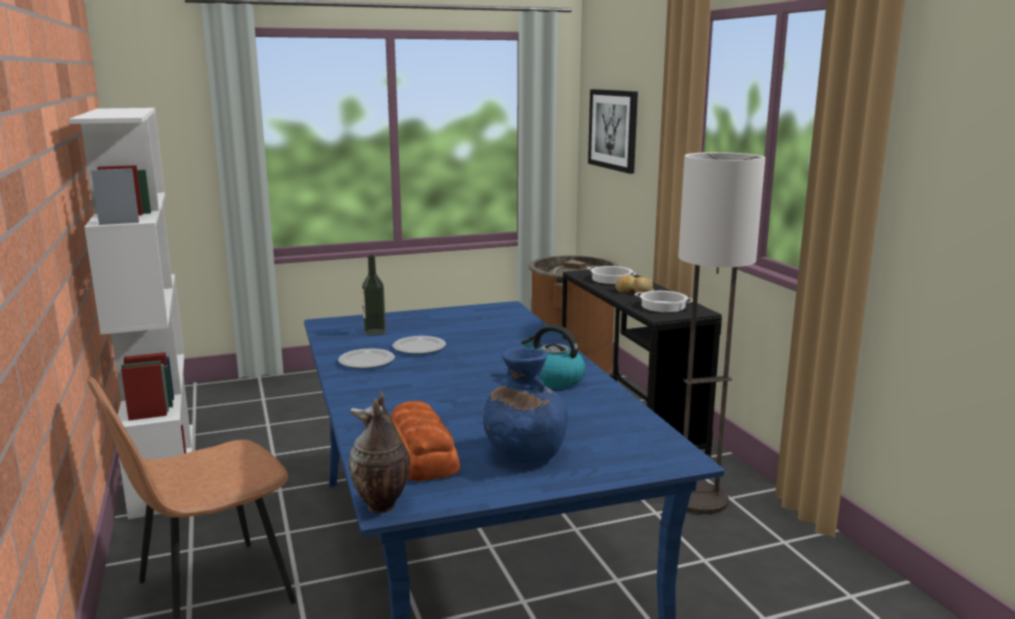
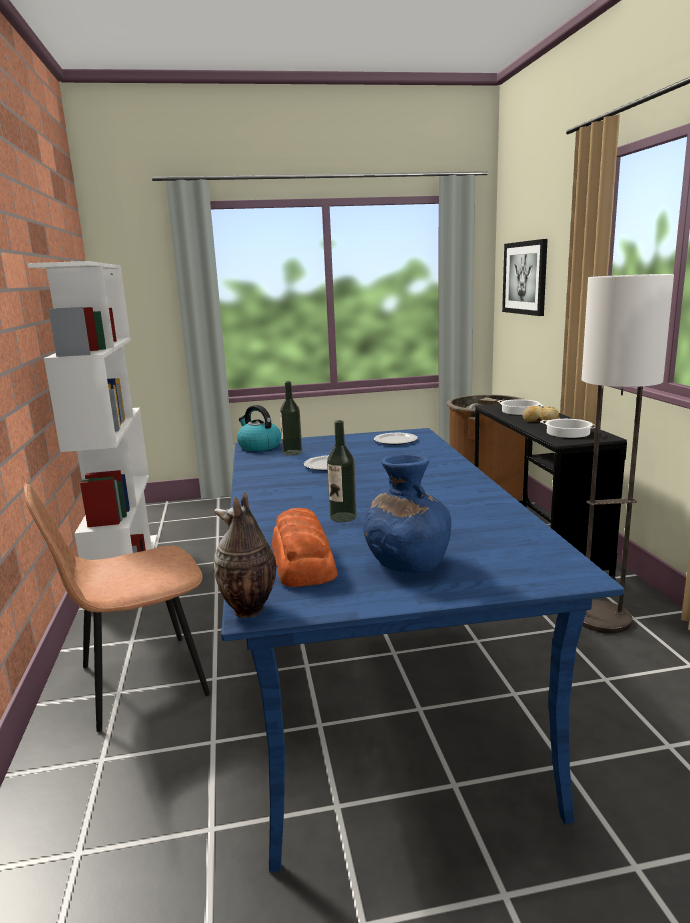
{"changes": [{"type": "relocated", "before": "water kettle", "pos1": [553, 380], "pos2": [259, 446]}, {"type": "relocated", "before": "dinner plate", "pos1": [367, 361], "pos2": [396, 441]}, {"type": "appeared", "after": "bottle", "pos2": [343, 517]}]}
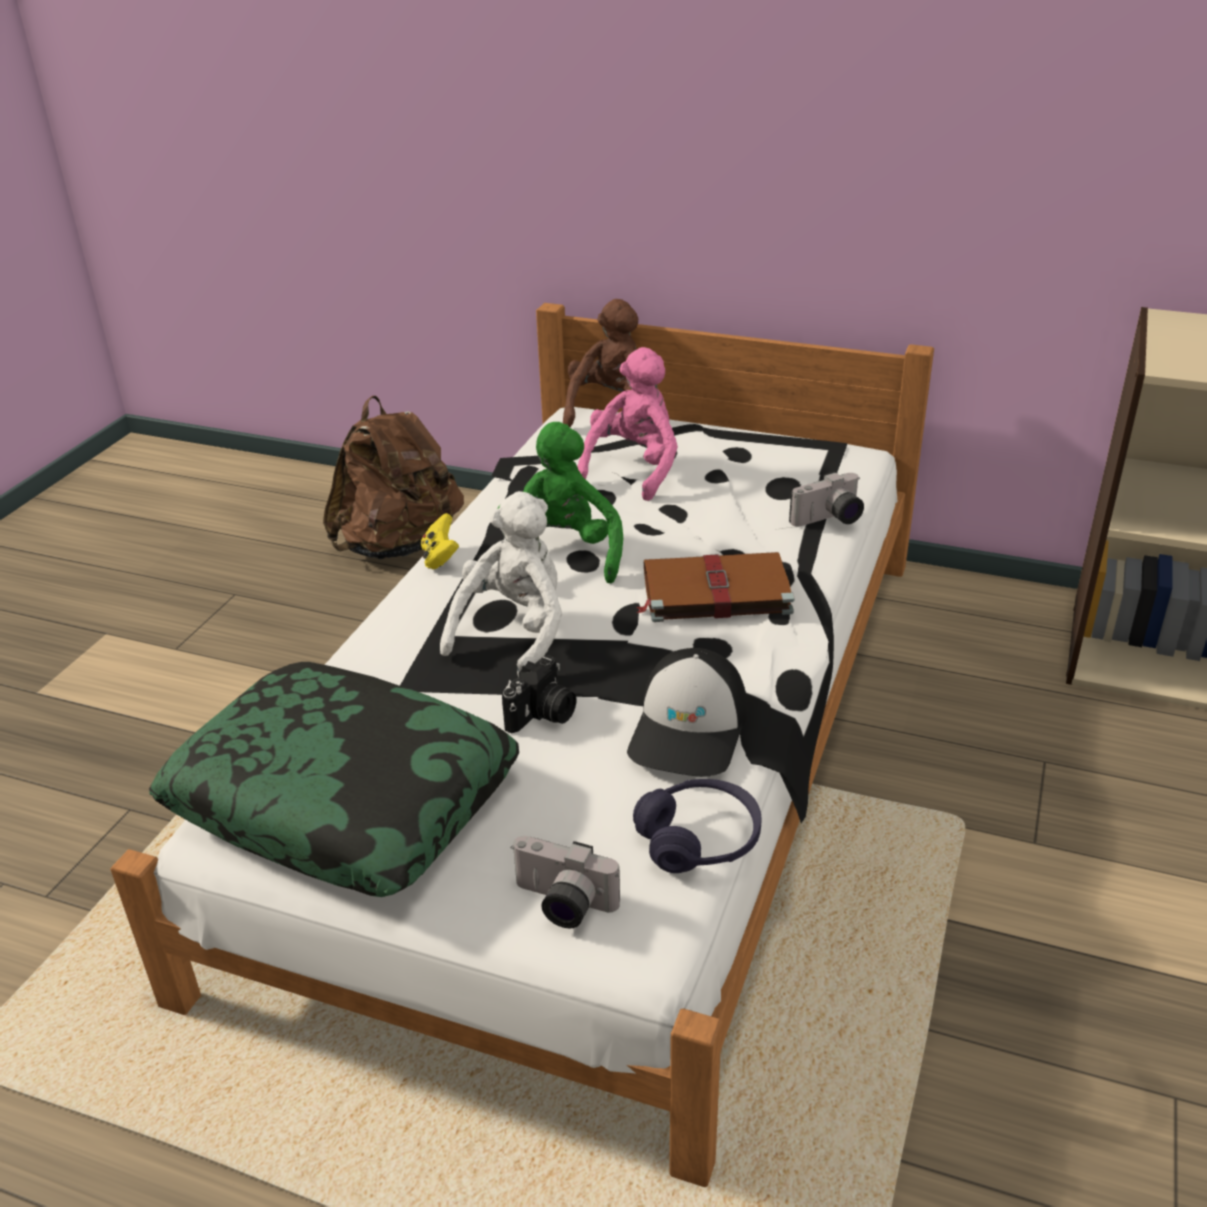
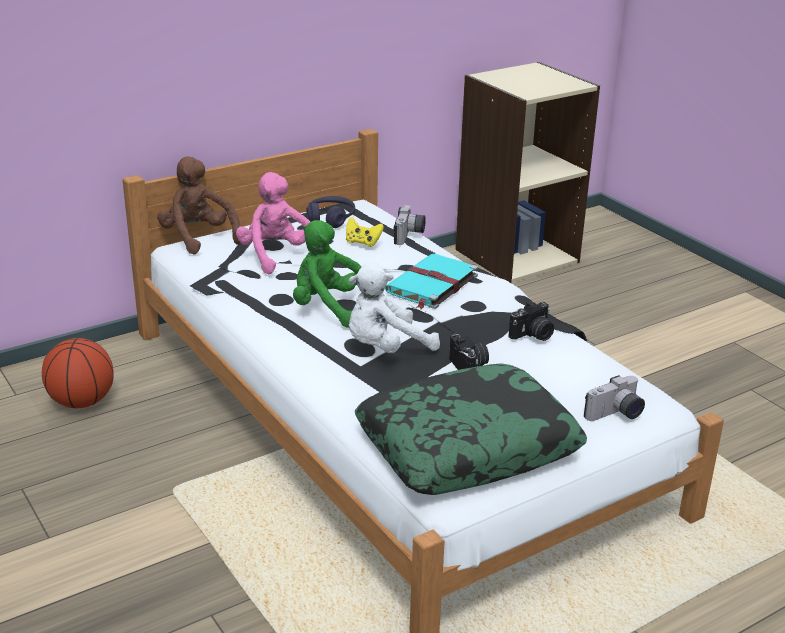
{"changes": [{"type": "exchanged", "before": "rucksack (brown)", "after": "ball for basketball", "pos1": [400, 546], "pos2": [82, 402]}, {"type": "spun", "before": "soft toy (white)", "pos1": [514, 633], "pos2": [386, 348], "turn": -90}, {"type": "relocated", "before": "gamepad (yellow-coloured)", "pos1": [440, 558], "pos2": [363, 242]}, {"type": "colour", "before": "bound book (brown)", "after": "bound book (turquoise)", "pos1": [713, 591], "pos2": [431, 285]}, {"type": "exchanged", "before": "cap", "after": "still camera", "pos1": [690, 729], "pos2": [533, 335]}, {"type": "relocated", "before": "pair of headphones (purple-coloured)", "pos1": [699, 840], "pos2": [330, 219]}]}
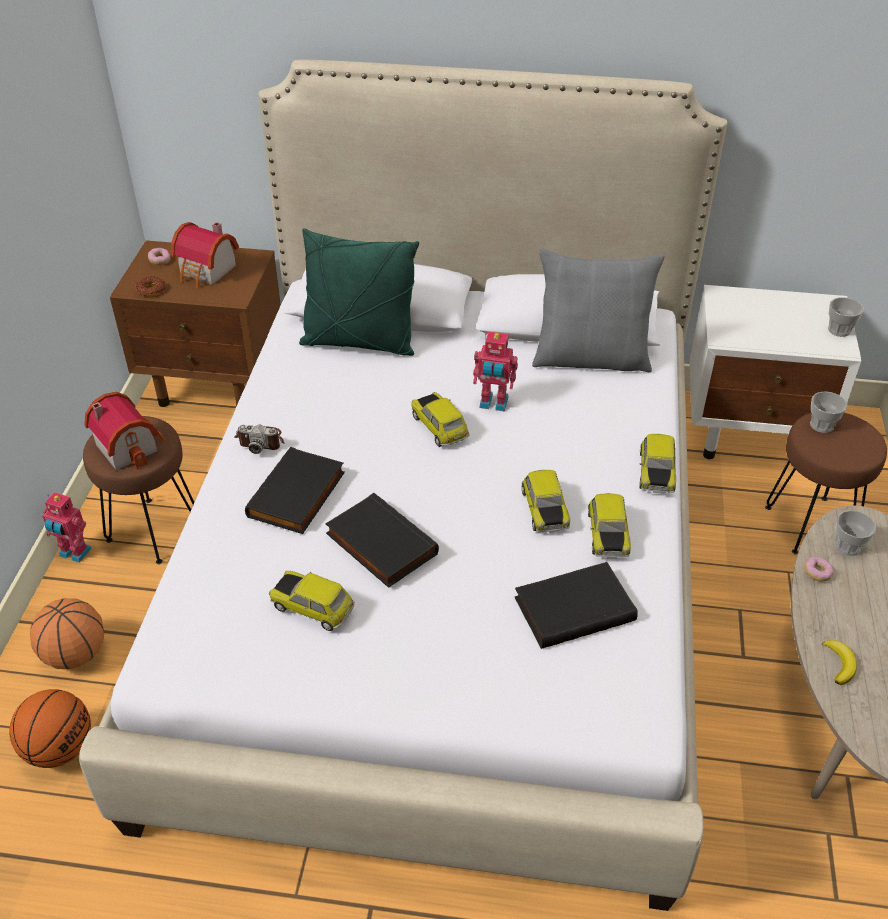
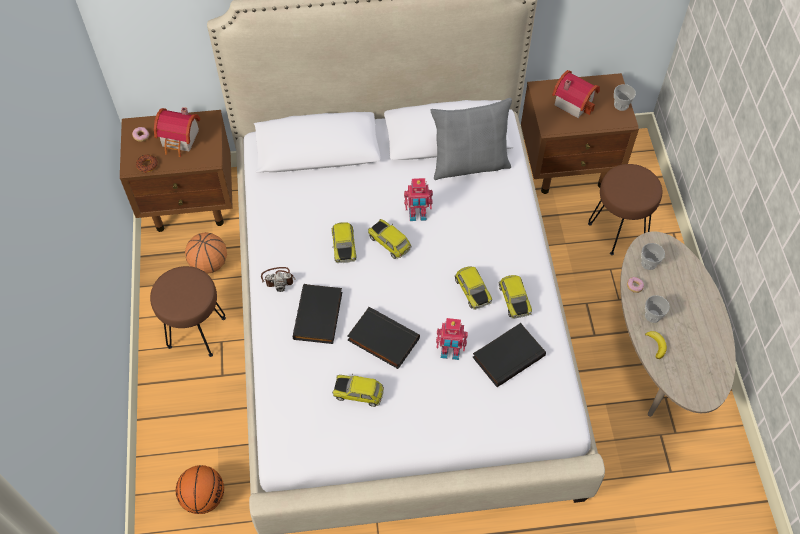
{"changes": [{"type": "missing", "before": "throw pillow (greenish)", "pos1": [359, 342]}, {"type": "colour", "before": "night table (white)", "after": "night table (brown)", "pos1": [751, 433], "pos2": [568, 166]}, {"type": "relocated", "before": "small cup", "pos1": [821, 425], "pos2": [652, 315]}, {"type": "relocated", "before": "model house", "pos1": [130, 445], "pos2": [574, 101]}, {"type": "relocated", "before": "model car", "pos1": [655, 472], "pos2": [343, 246]}, {"type": "relocated", "before": "robot figure", "pos1": [74, 553], "pos2": [450, 353]}, {"type": "relocated", "before": "ball for basketball", "pos1": [75, 654], "pos2": [209, 264]}]}
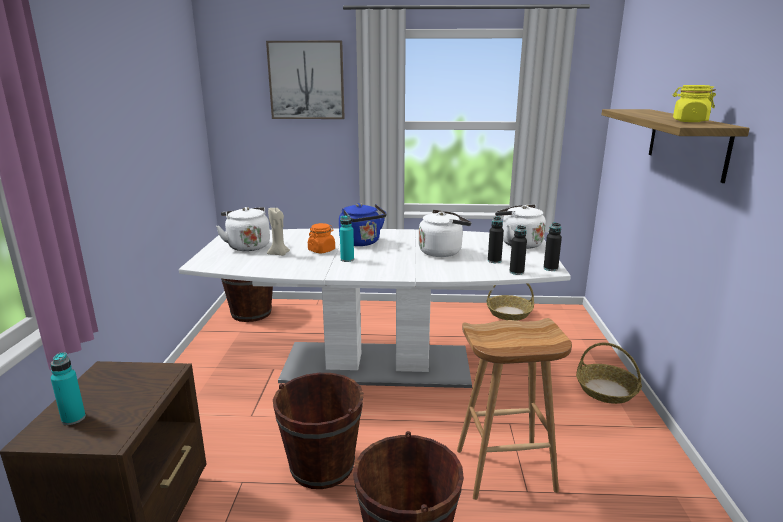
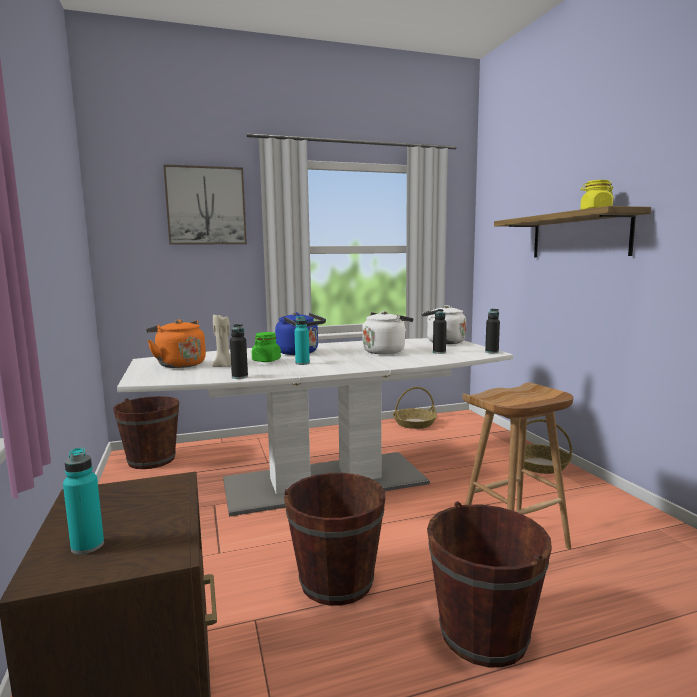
{"changes": [{"type": "colour", "before": "water kettle (white)", "after": "water kettle (orange-coloured)", "pos1": [247, 246], "pos2": [179, 364]}, {"type": "colour", "before": "storage jar (orange-coloured)", "after": "storage jar (greenish)", "pos1": [321, 250], "pos2": [266, 360]}, {"type": "relocated", "before": "bottle (black)", "pos1": [516, 272], "pos2": [240, 377]}]}
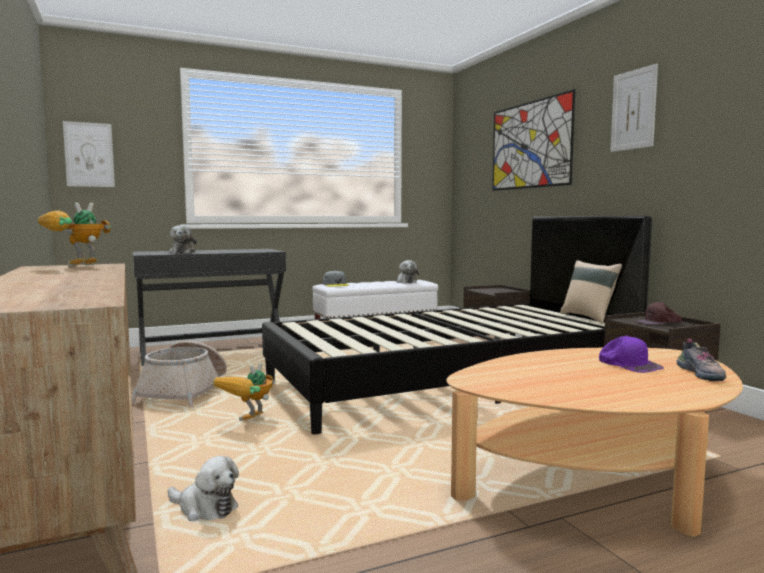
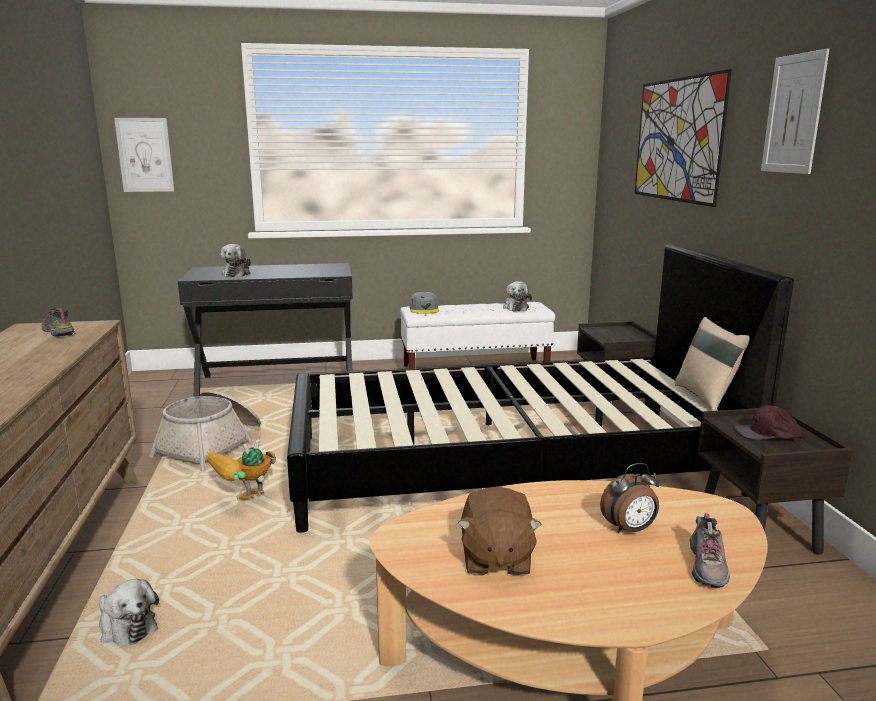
{"changes": [{"type": "exchanged", "before": "robot figure", "after": "item of footwear", "pos1": [75, 267], "pos2": [57, 331]}, {"type": "exchanged", "before": "cap (purple-coloured)", "after": "alarm clock", "pos1": [629, 365], "pos2": [629, 530]}, {"type": "appeared", "after": "soft toy (brown)", "pos2": [495, 559]}]}
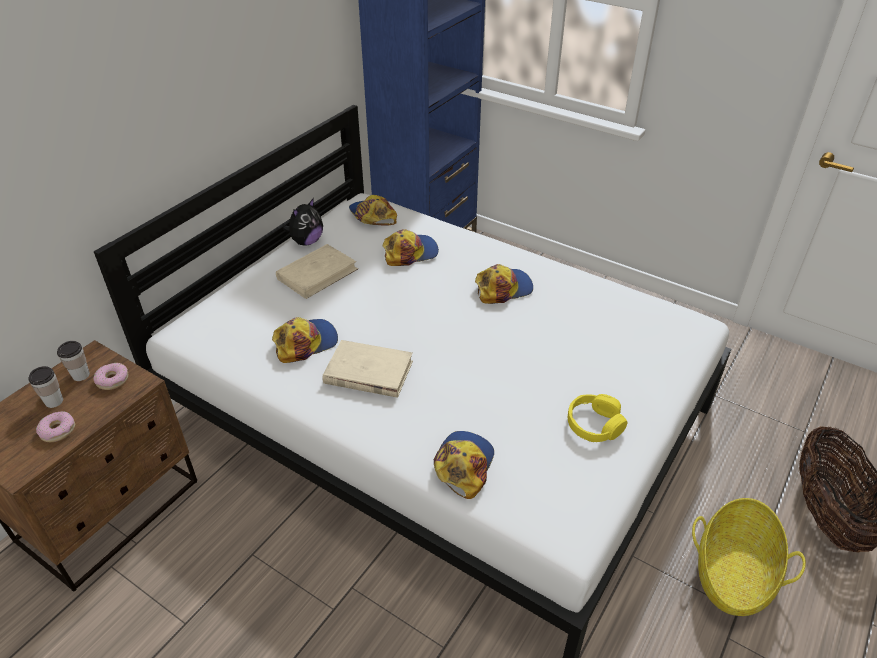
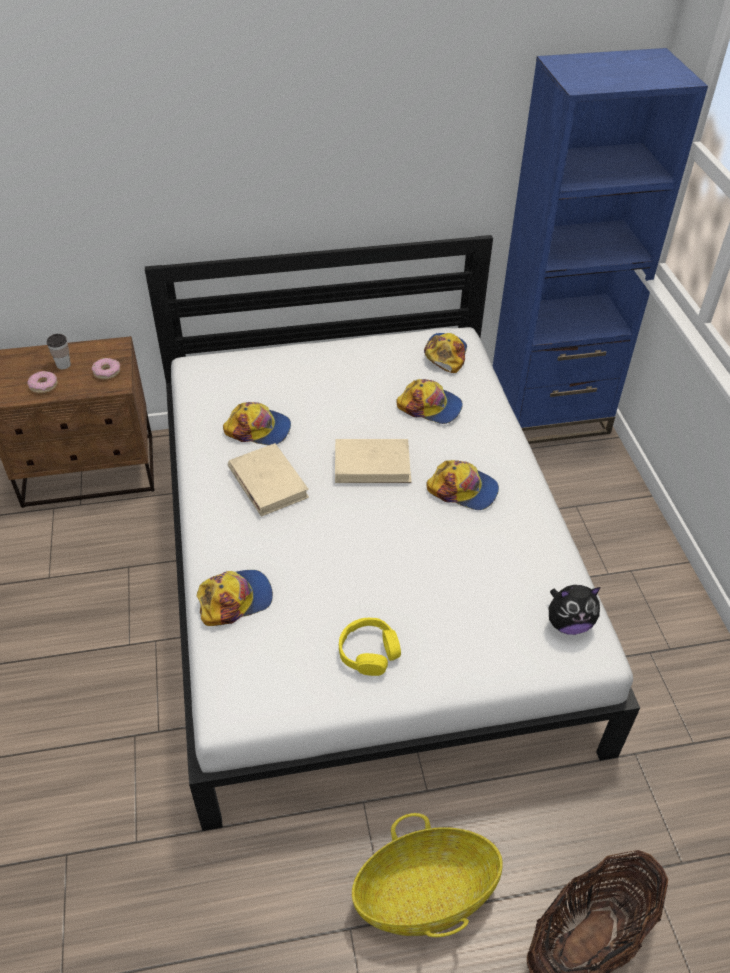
{"changes": [{"type": "relocated", "before": "soft toy", "pos1": [306, 241], "pos2": [568, 623]}, {"type": "relocated", "before": "bound book (sand-coloured)", "pos1": [317, 274], "pos2": [372, 464]}, {"type": "missing", "before": "small cup", "pos1": [81, 375]}]}
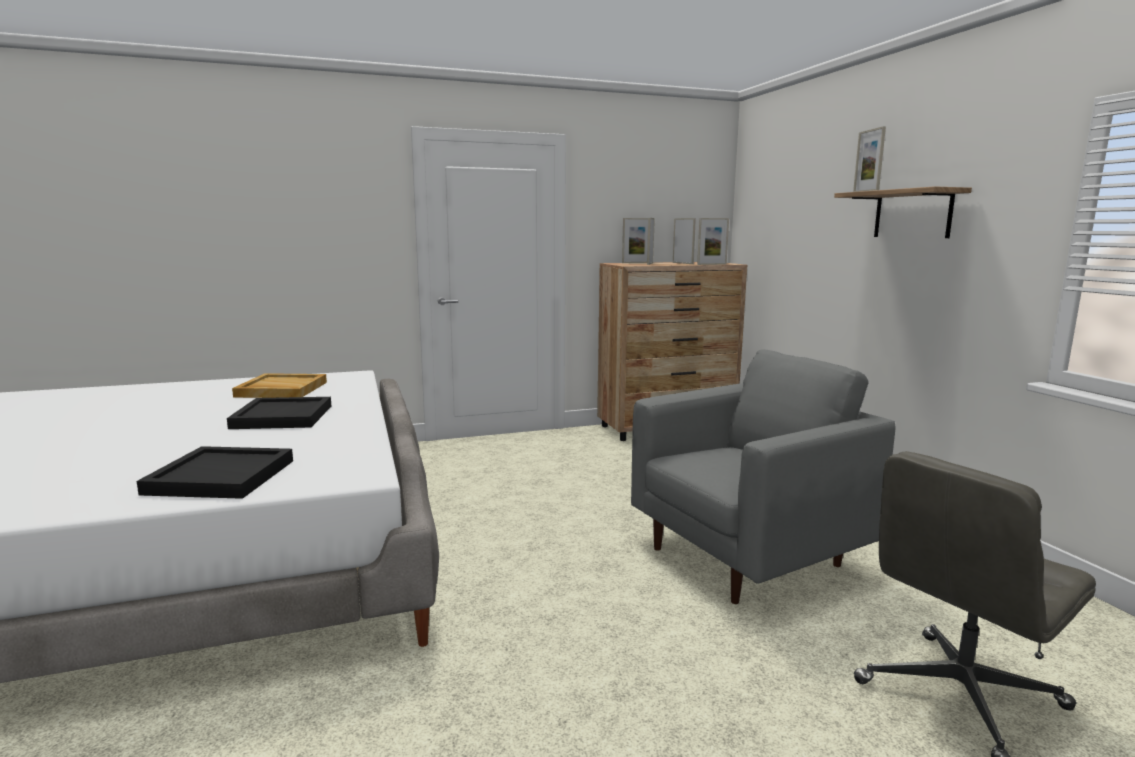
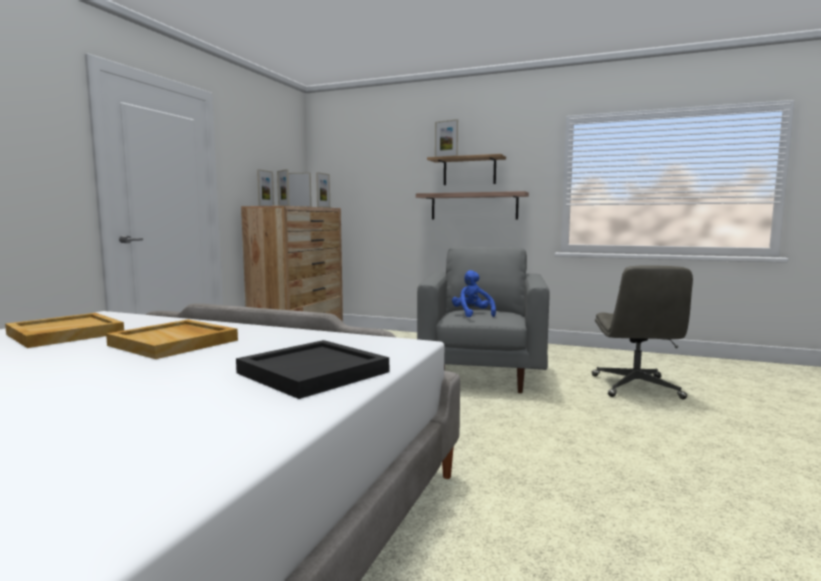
{"changes": [{"type": "colour", "before": "serving tray (black)", "after": "serving tray (sand-coloured)", "pos1": [283, 417], "pos2": [175, 343]}, {"type": "appeared", "after": "wall shelf", "pos2": [474, 206]}, {"type": "appeared", "after": "soft toy (bluish)", "pos2": [472, 314]}]}
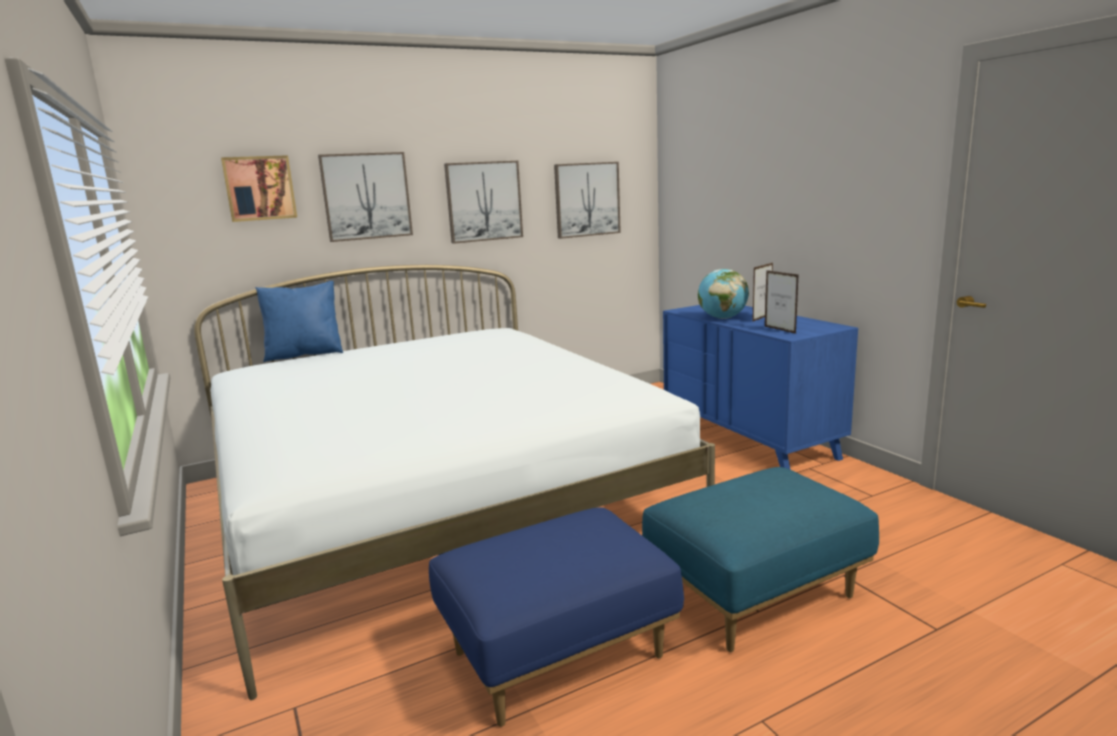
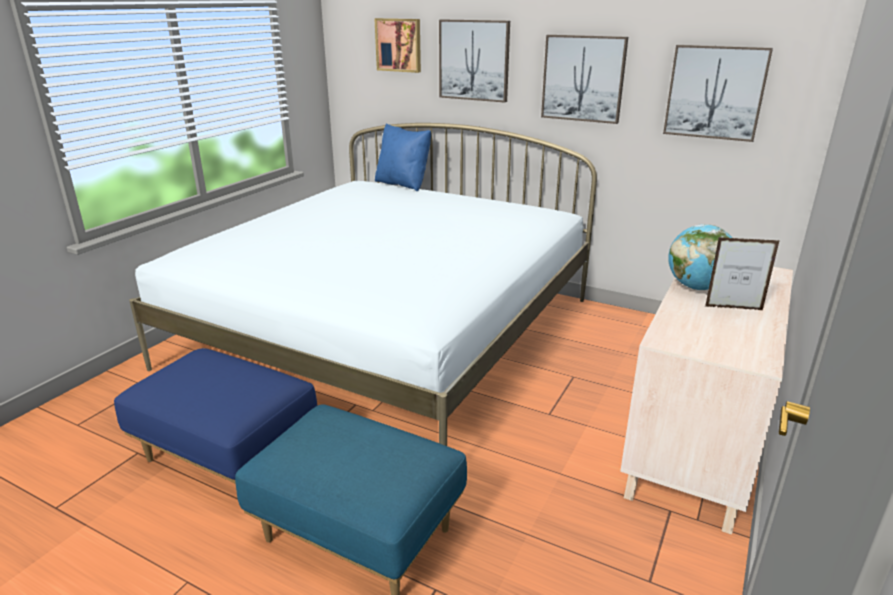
{"changes": [{"type": "missing", "before": "standing frame", "pos1": [779, 330]}, {"type": "colour", "before": "chest of drawers (bluish)", "after": "chest of drawers (sand-coloured)", "pos1": [749, 439], "pos2": [695, 445]}]}
